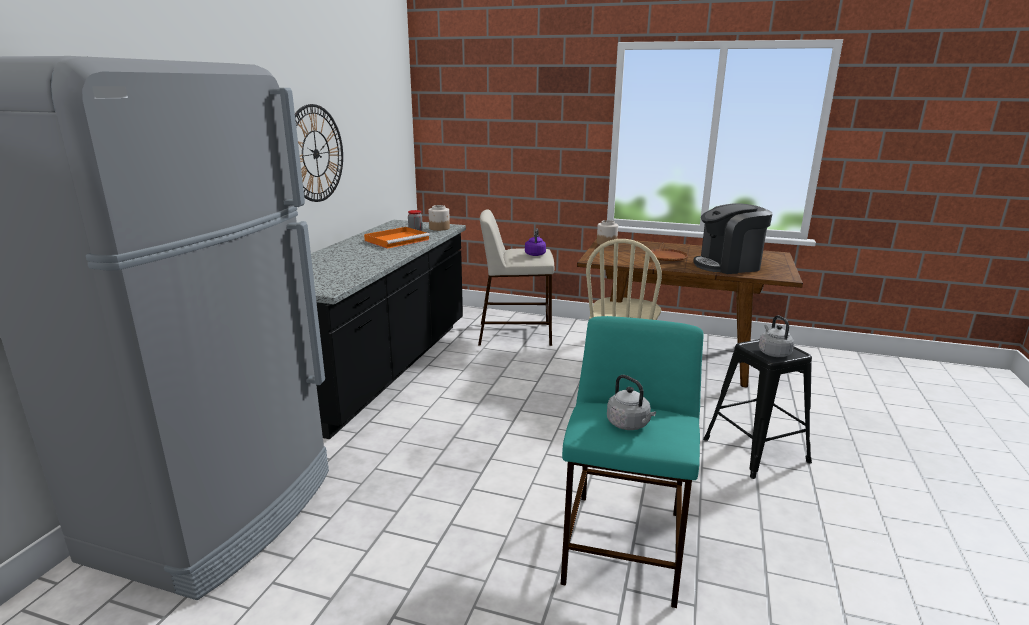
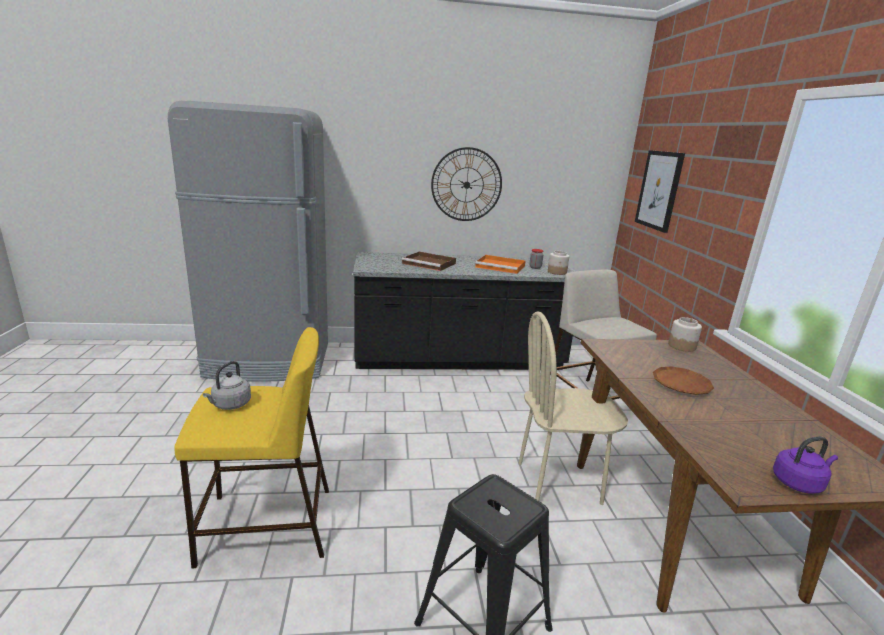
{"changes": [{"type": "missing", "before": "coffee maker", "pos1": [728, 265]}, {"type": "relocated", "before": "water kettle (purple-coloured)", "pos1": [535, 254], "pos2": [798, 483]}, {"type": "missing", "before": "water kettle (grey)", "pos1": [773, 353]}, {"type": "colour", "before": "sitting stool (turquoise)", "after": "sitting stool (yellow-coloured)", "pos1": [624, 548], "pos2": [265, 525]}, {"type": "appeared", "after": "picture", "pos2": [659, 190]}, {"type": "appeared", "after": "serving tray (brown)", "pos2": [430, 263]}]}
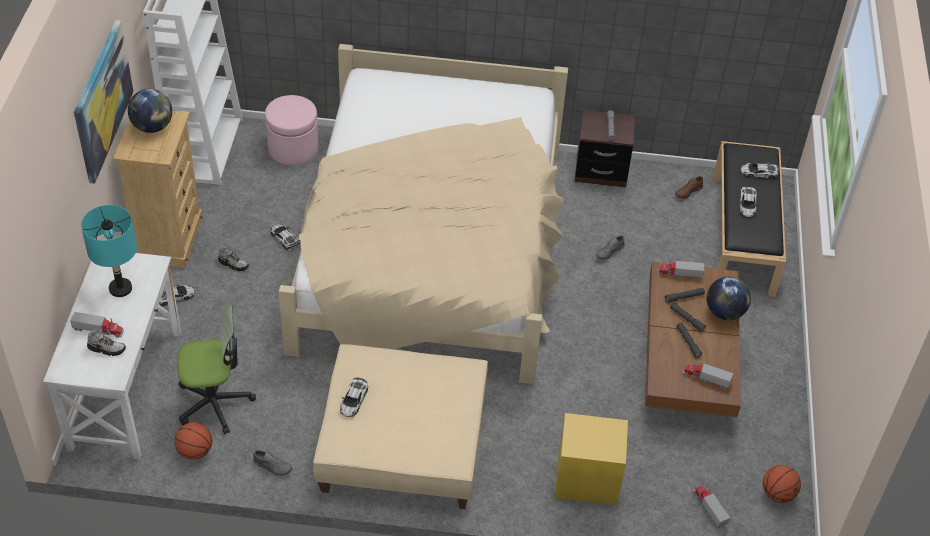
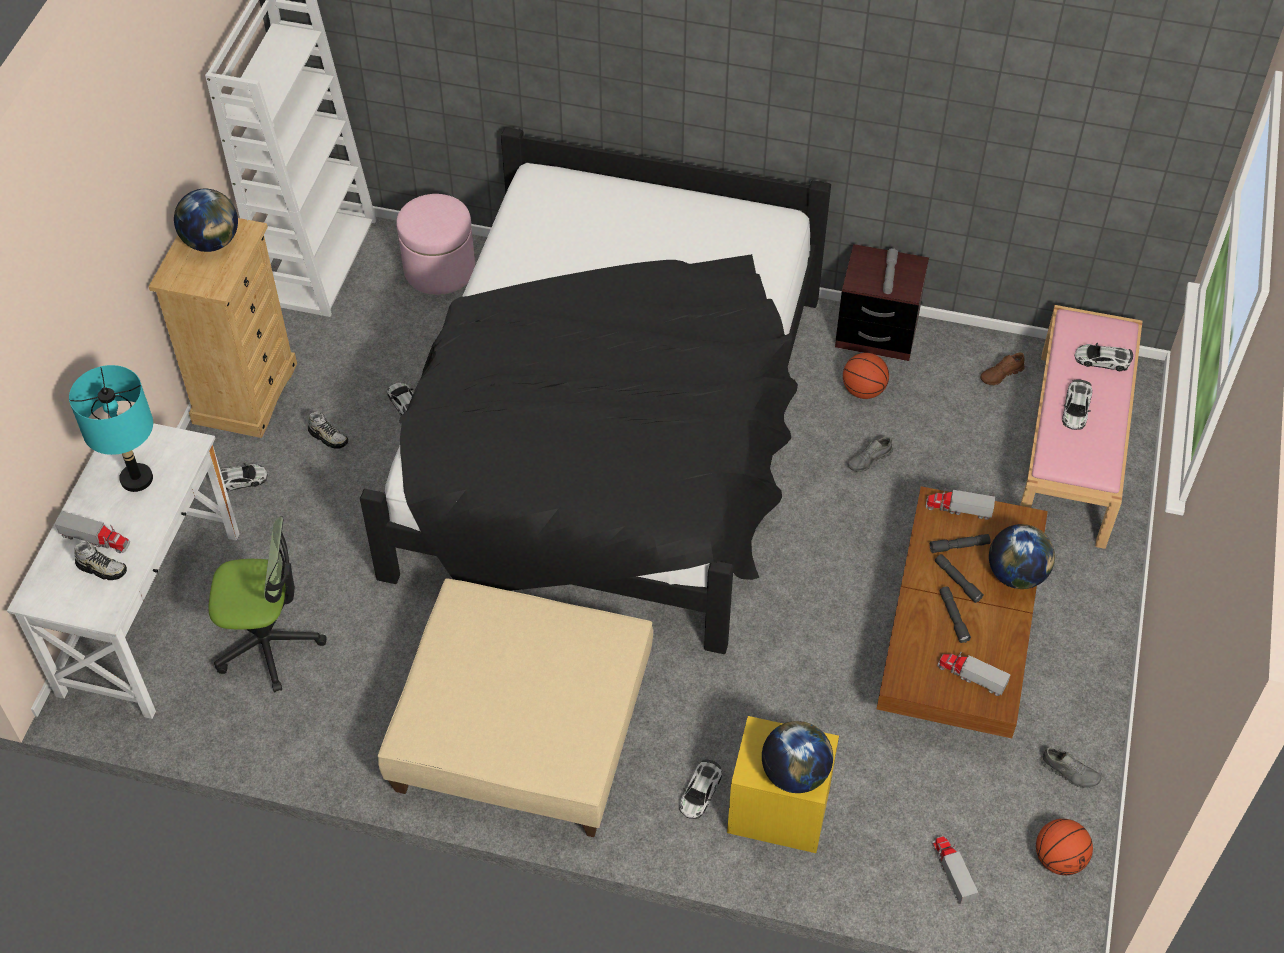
{"changes": [{"type": "missing", "before": "picture", "pos1": [102, 100]}, {"type": "colour", "before": "bedroom bed (sand-coloured)", "after": "bedroom bed (black)", "pos1": [432, 248], "pos2": [611, 435]}, {"type": "colour", "before": "indoor bench (black)", "after": "indoor bench (pink)", "pos1": [743, 235], "pos2": [1073, 448]}, {"type": "relocated", "before": "model car", "pos1": [353, 400], "pos2": [700, 792]}, {"type": "relocated", "before": "ball for basketball", "pos1": [195, 451], "pos2": [863, 390]}, {"type": "relocated", "before": "item of footwear (grey)", "pos1": [272, 466], "pos2": [1069, 772]}, {"type": "appeared", "after": "globe", "pos2": [795, 774]}]}
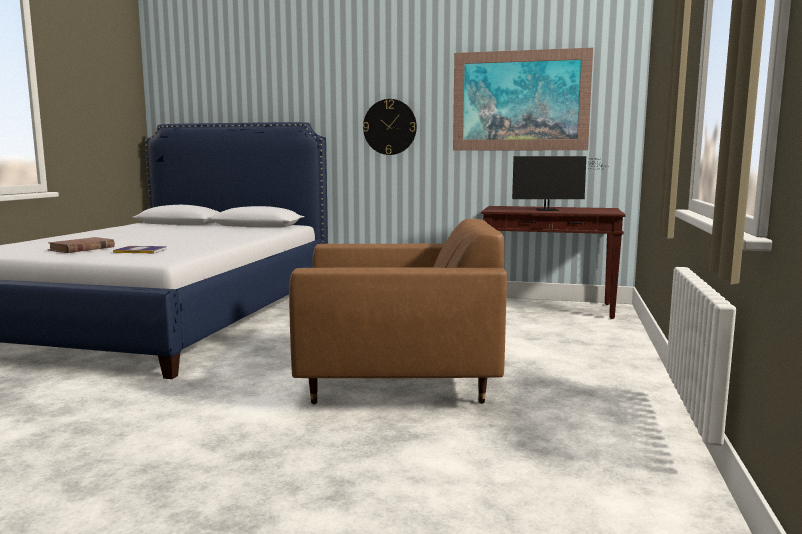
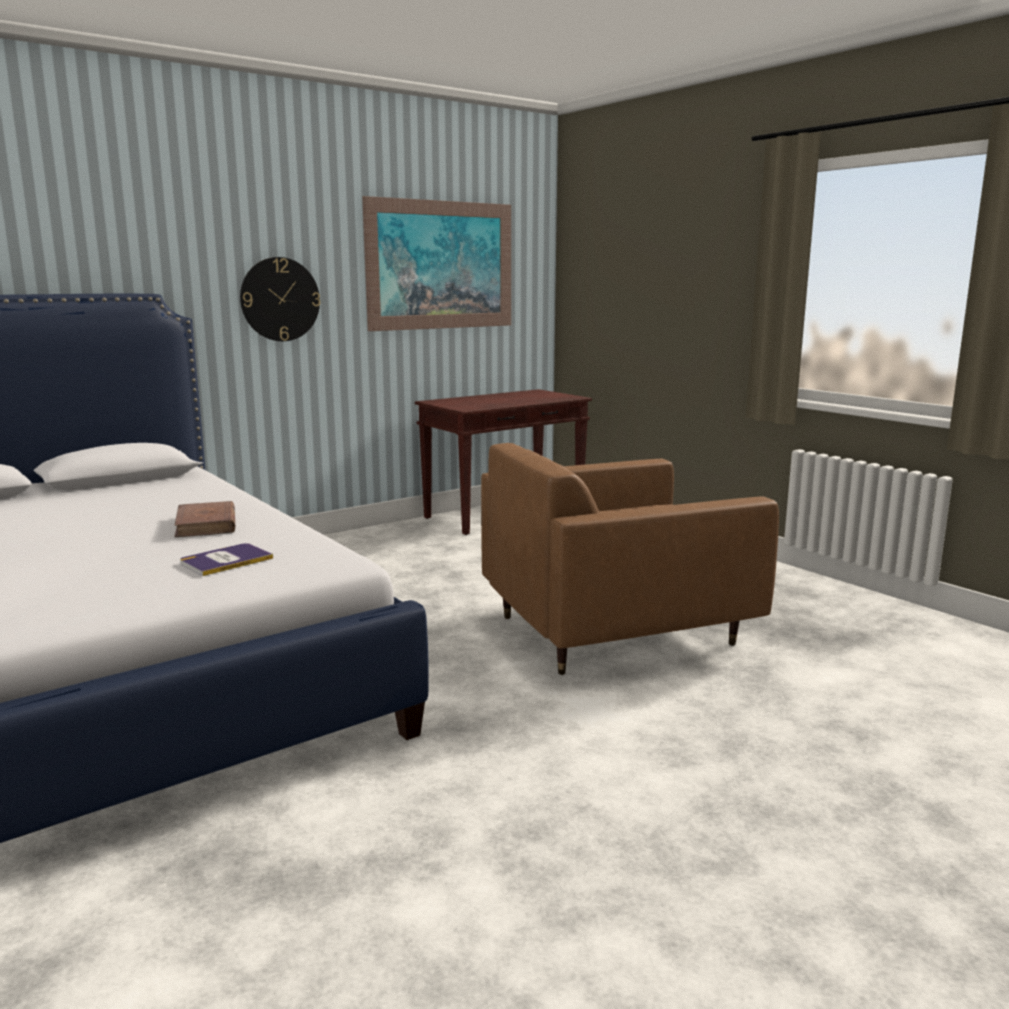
{"changes": [{"type": "missing", "before": "computer display", "pos1": [551, 210]}, {"type": "spun", "before": "armchair (brown)", "pos1": [398, 380], "pos2": [614, 630], "turn": -150}, {"type": "relocated", "before": "bound book (brown)", "pos1": [81, 248], "pos2": [206, 524]}]}
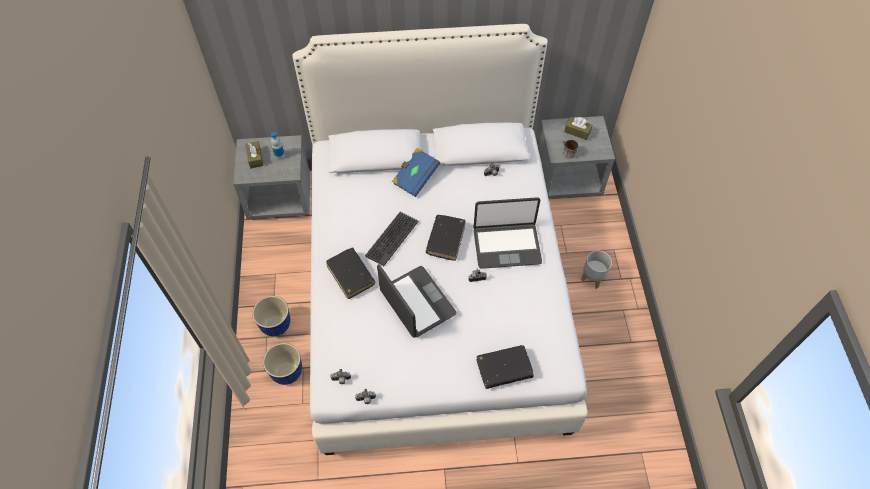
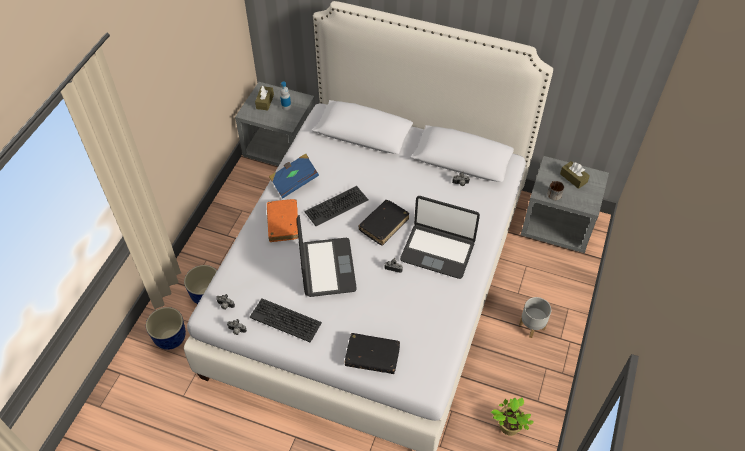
{"changes": [{"type": "relocated", "before": "bound book (bluish)", "pos1": [415, 178], "pos2": [294, 181]}, {"type": "colour", "before": "bound book (black)", "after": "bound book (orange-coloured)", "pos1": [351, 275], "pos2": [283, 223]}, {"type": "relocated", "before": "plant pot", "pos1": [275, 325], "pos2": [170, 338]}, {"type": "appeared", "after": "computer keyboard", "pos2": [285, 320]}, {"type": "appeared", "after": "potted plant", "pos2": [508, 427]}]}
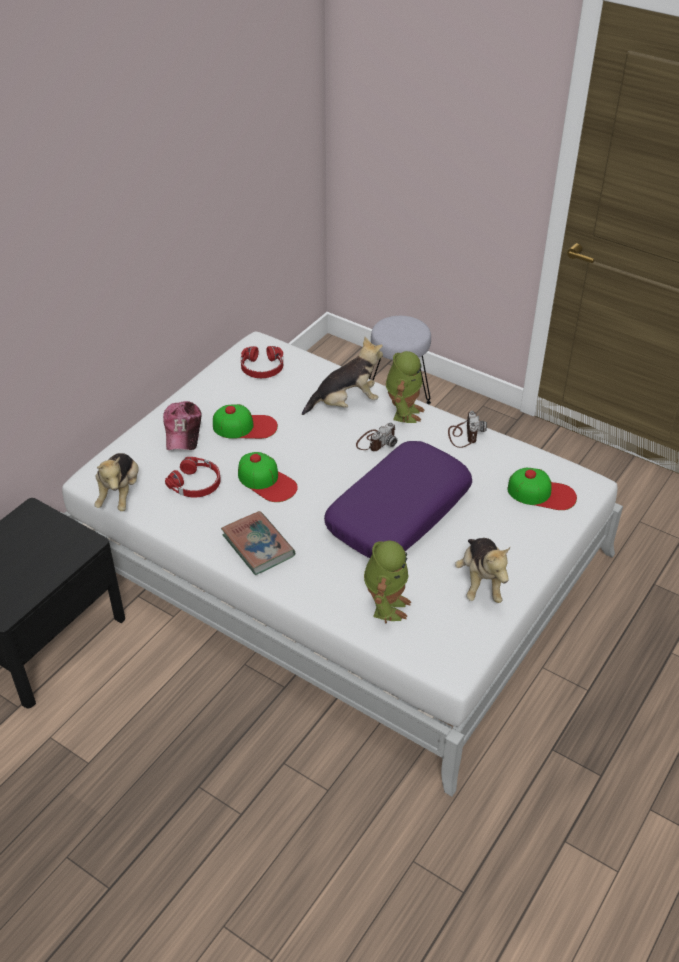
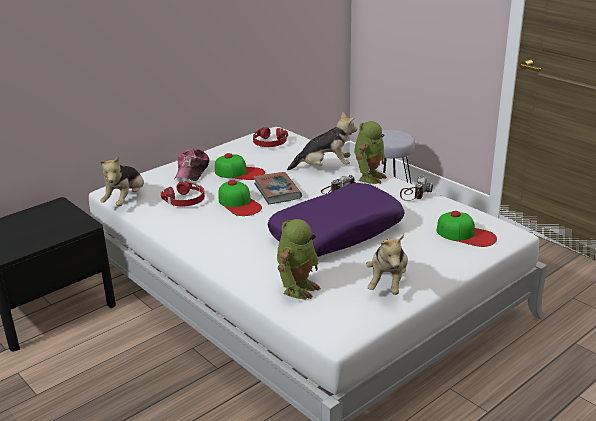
{"changes": [{"type": "relocated", "before": "bound book", "pos1": [258, 546], "pos2": [277, 191]}]}
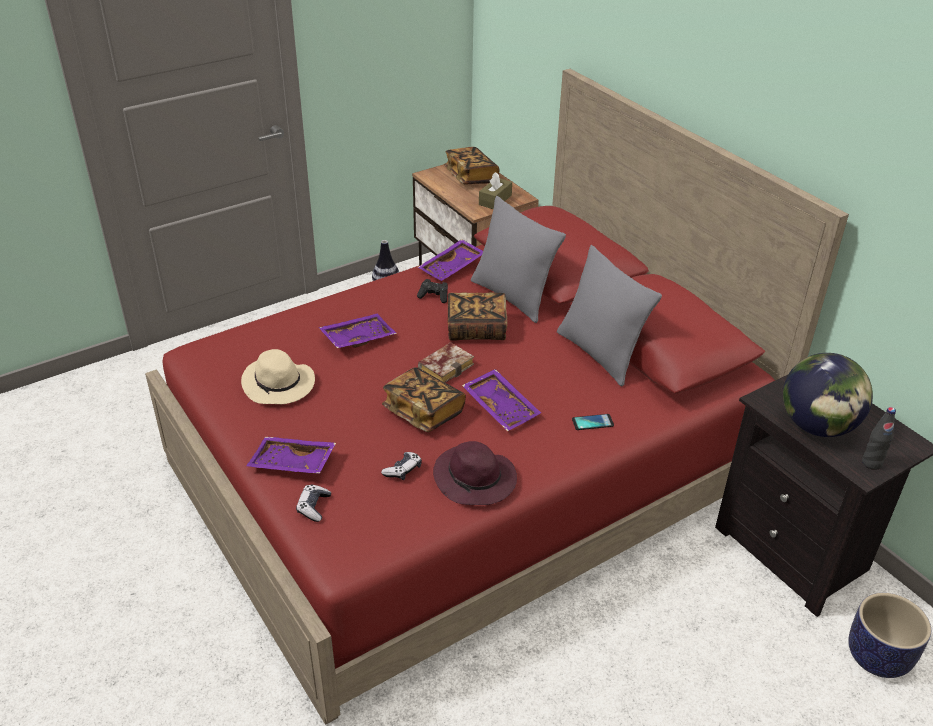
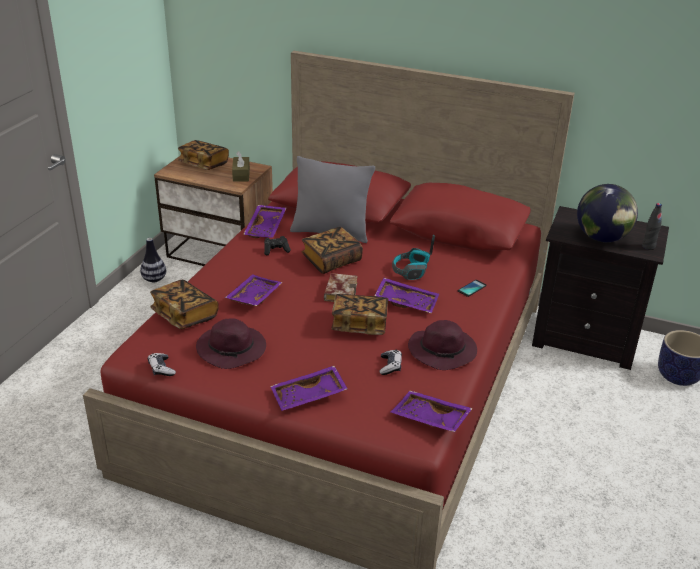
{"changes": [{"type": "missing", "before": "throw pillow (grey)", "pos1": [599, 354]}, {"type": "colour", "before": "wearable hat (sand-coloured)", "after": "wearable hat (purple-coloured)", "pos1": [279, 385], "pos2": [232, 350]}, {"type": "relocated", "before": "gamepad", "pos1": [313, 507], "pos2": [161, 369]}, {"type": "appeared", "after": "pair of headphones", "pos2": [411, 270]}, {"type": "appeared", "after": "bound book", "pos2": [185, 315]}, {"type": "appeared", "after": "serving tray (purple-coloured)", "pos2": [429, 419]}]}
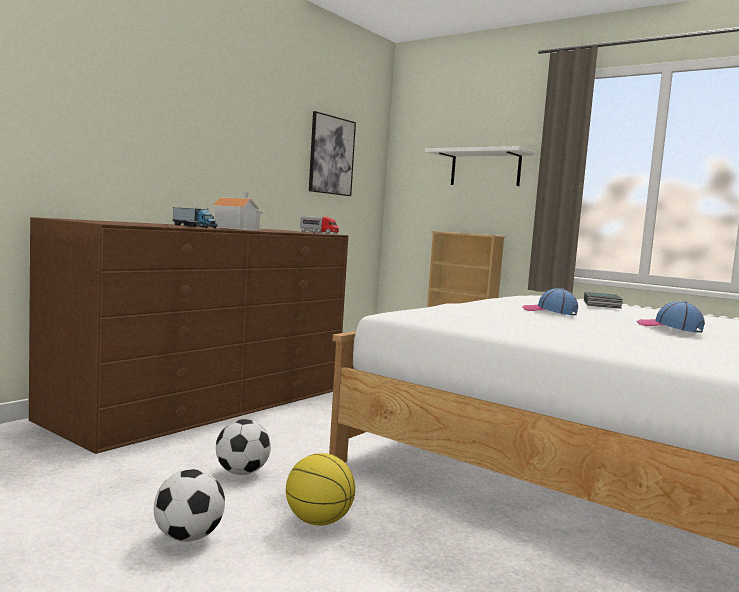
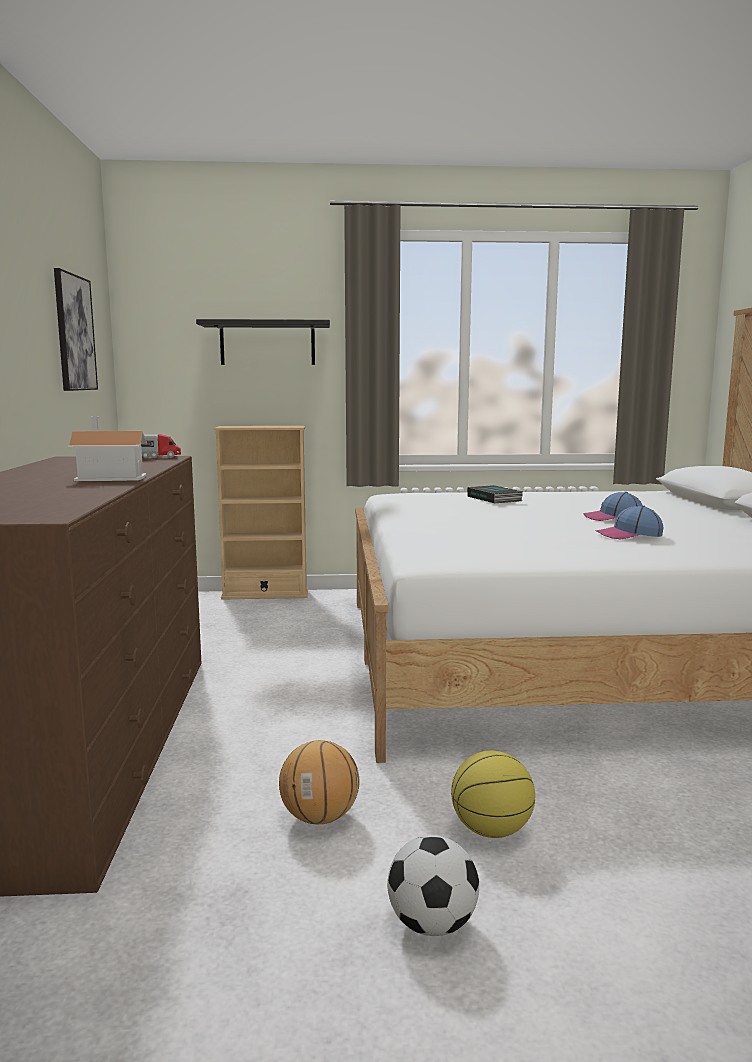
{"changes": [{"type": "colour", "before": "wall shelf (white)", "after": "wall shelf (black)", "pos1": [485, 169], "pos2": [267, 343]}, {"type": "missing", "before": "model truck", "pos1": [194, 226]}, {"type": "relocated", "before": "cap", "pos1": [549, 311], "pos2": [629, 535]}, {"type": "exchanged", "before": "ball for football", "after": "ball for basketball", "pos1": [242, 472], "pos2": [320, 817]}]}
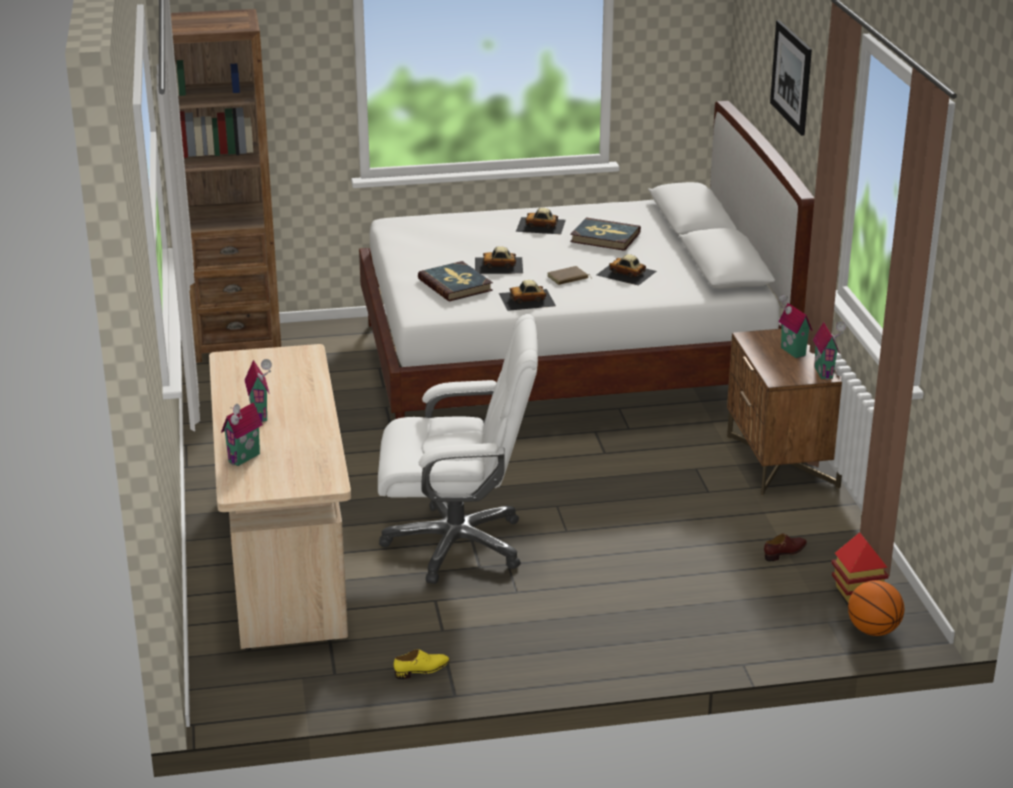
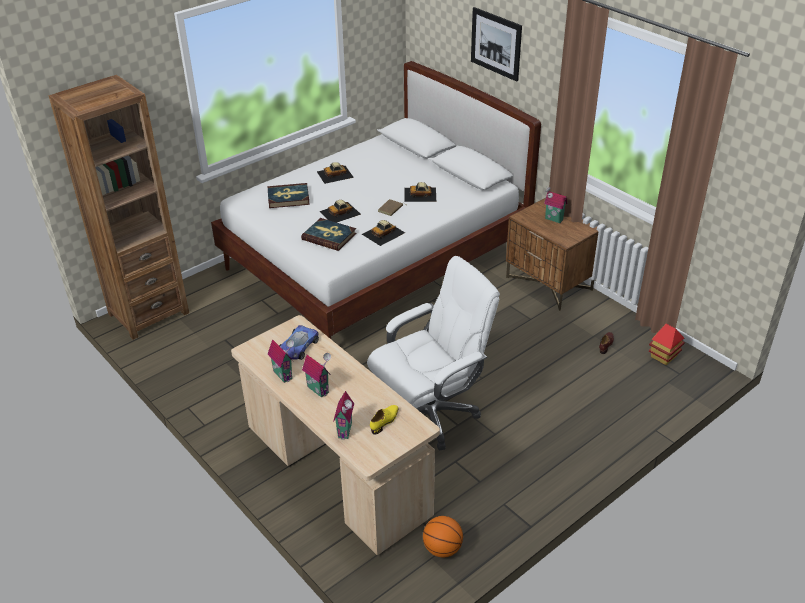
{"changes": [{"type": "relocated", "before": "bound book", "pos1": [605, 237], "pos2": [288, 197]}, {"type": "relocated", "before": "model house", "pos1": [825, 372], "pos2": [284, 374]}, {"type": "relocated", "before": "ball for basketball", "pos1": [873, 630], "pos2": [442, 548]}, {"type": "relocated", "before": "item of footwear (yellow-coloured)", "pos1": [422, 670], "pos2": [385, 421]}, {"type": "appeared", "after": "model car", "pos2": [298, 347]}]}
